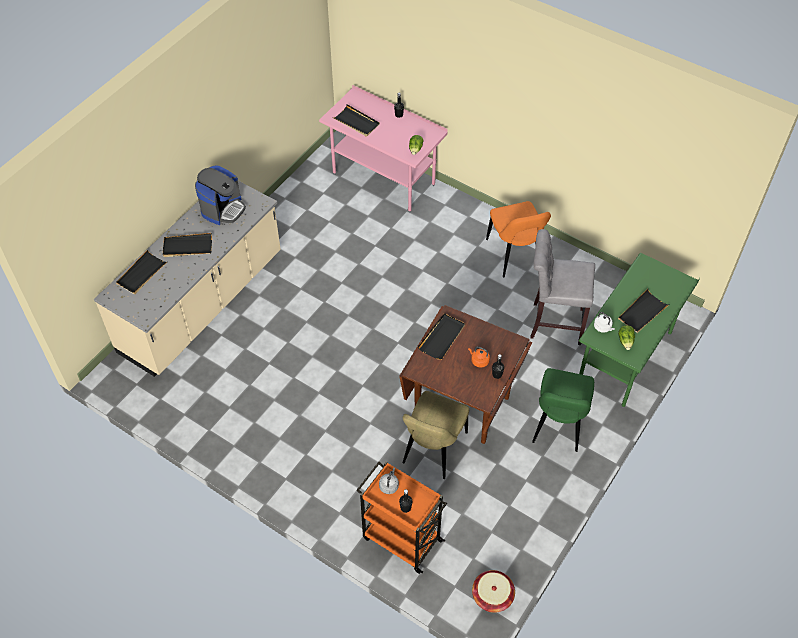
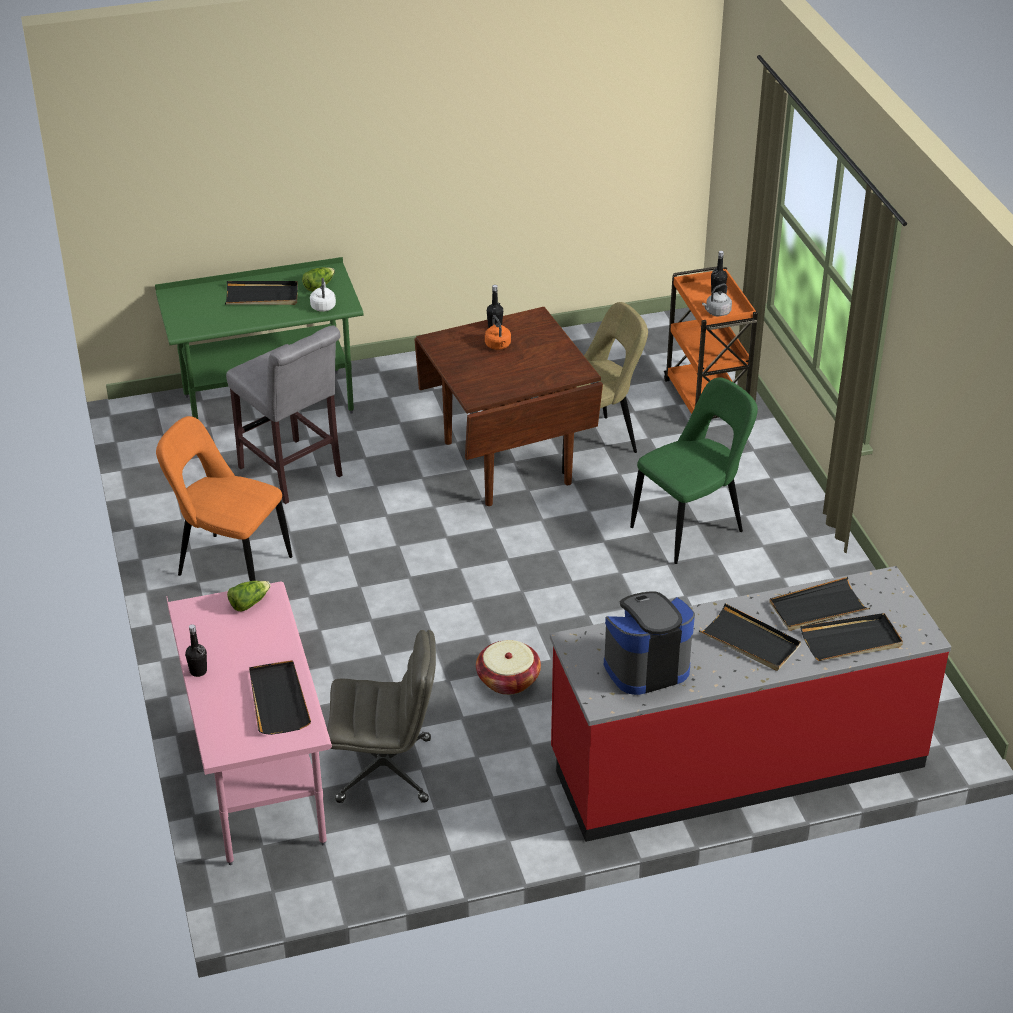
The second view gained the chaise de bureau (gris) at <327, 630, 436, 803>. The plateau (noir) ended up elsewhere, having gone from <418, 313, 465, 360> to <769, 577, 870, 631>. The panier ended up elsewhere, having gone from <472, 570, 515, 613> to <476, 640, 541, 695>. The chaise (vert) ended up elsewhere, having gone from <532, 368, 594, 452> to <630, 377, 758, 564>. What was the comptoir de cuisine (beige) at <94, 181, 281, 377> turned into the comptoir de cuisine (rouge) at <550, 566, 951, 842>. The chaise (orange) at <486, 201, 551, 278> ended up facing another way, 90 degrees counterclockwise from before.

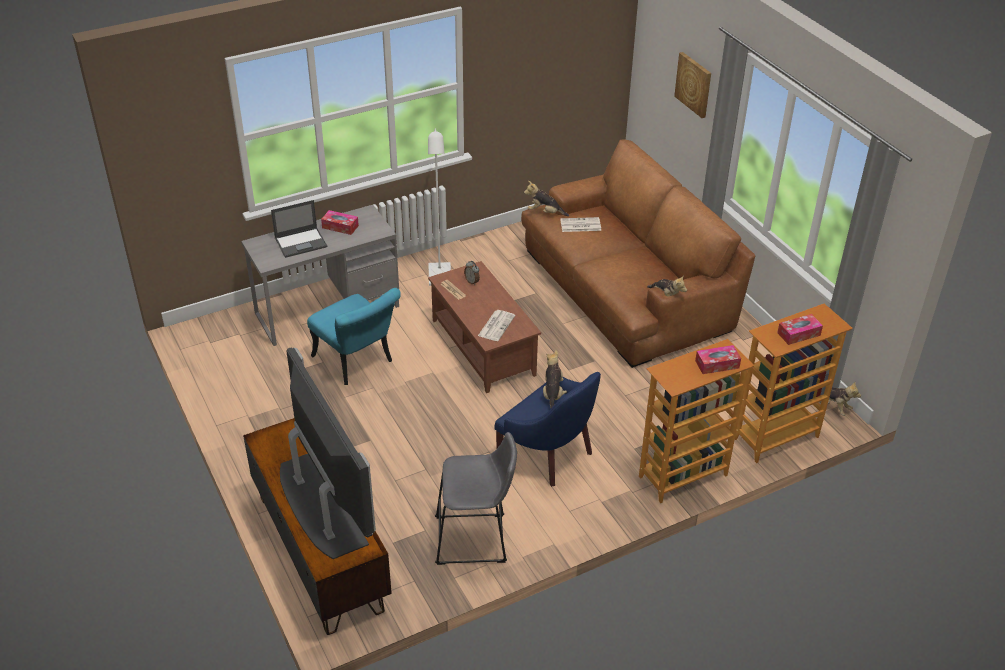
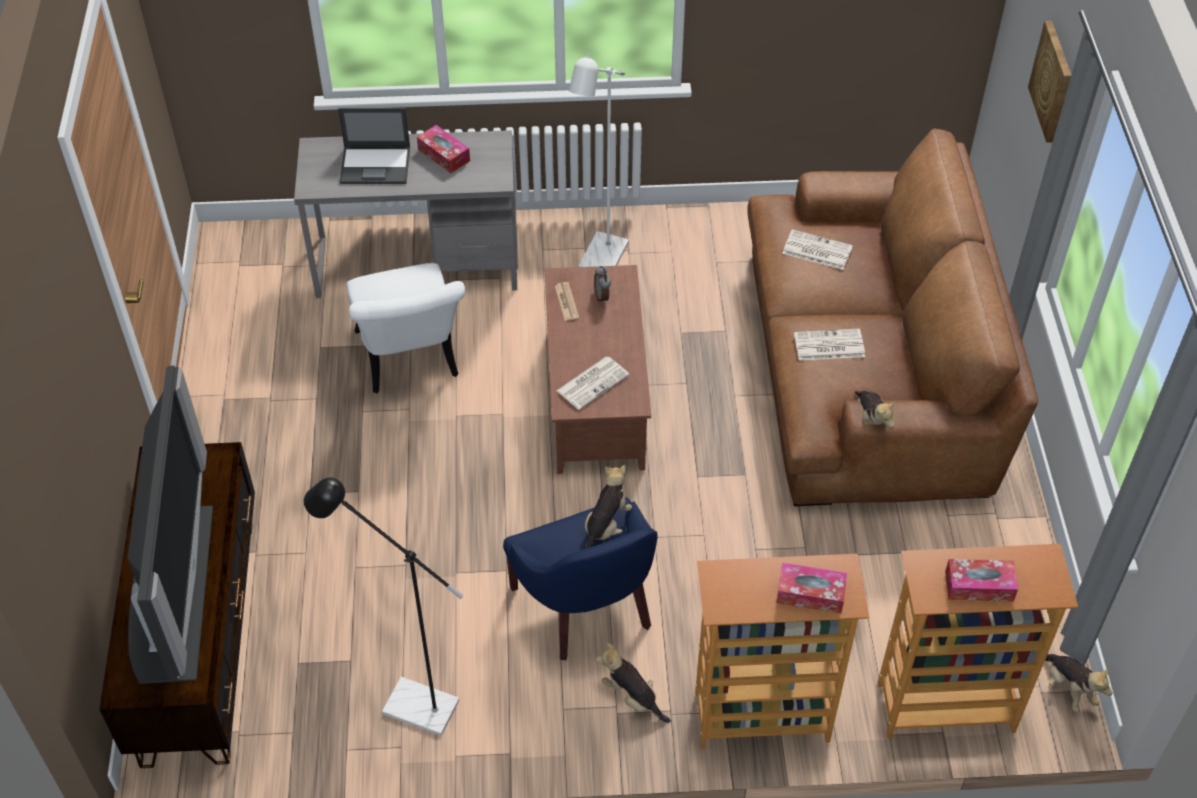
The second view gained the journal at <794, 329, 865, 361>. The peluche ended up elsewhere, having gone from <524, 181, 569, 216> to <596, 643, 671, 723>. Where the tabouret (gris) stood at <435, 432, 517, 565>, the lampadaire (noir) came to stand at <304, 478, 463, 736>. What was the chaise (turquoise) at <307, 288, 401, 385> turned into the chaise (blanc) at <346, 263, 465, 393>.

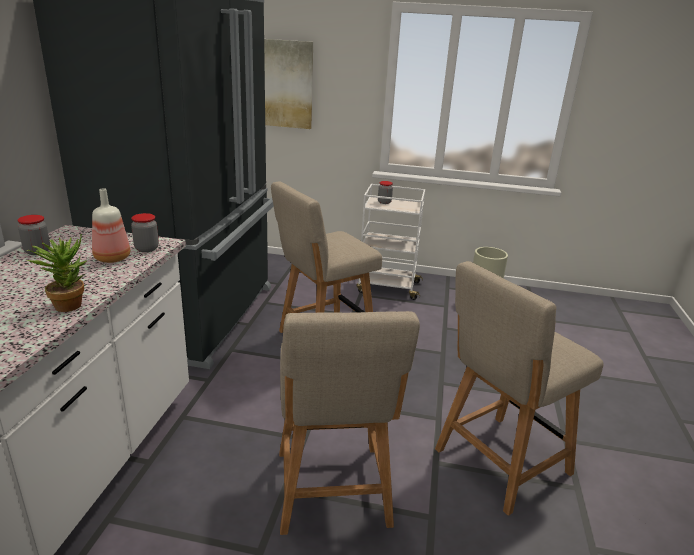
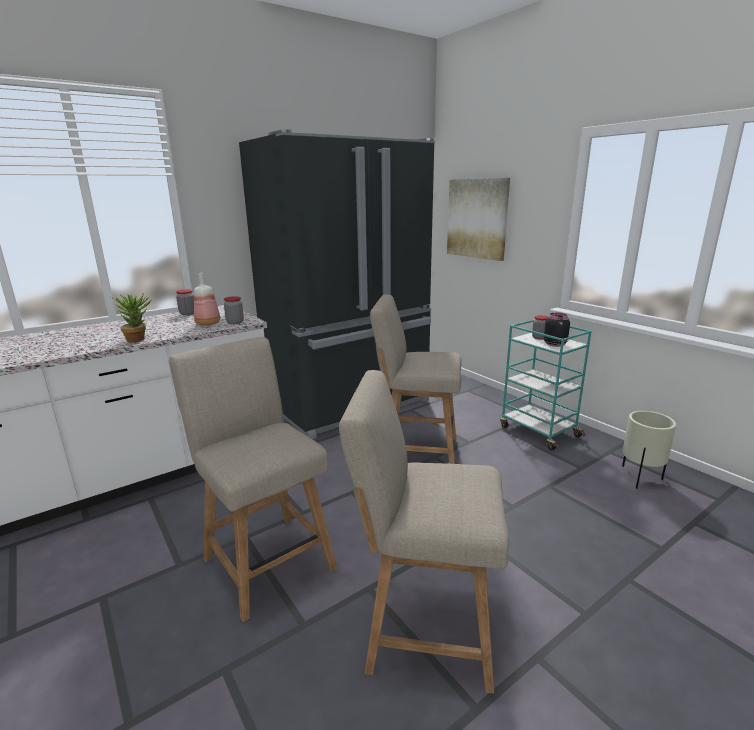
The second view gained the bocal (noir) at <544, 313, 570, 347>. What was the chariot (blanc) at <356, 184, 425, 300> turned into the chariot (turquoise) at <500, 319, 591, 450>. The chaise (beige) at <279, 311, 420, 535> ended up facing another way, 105 degrees clockwise from before.

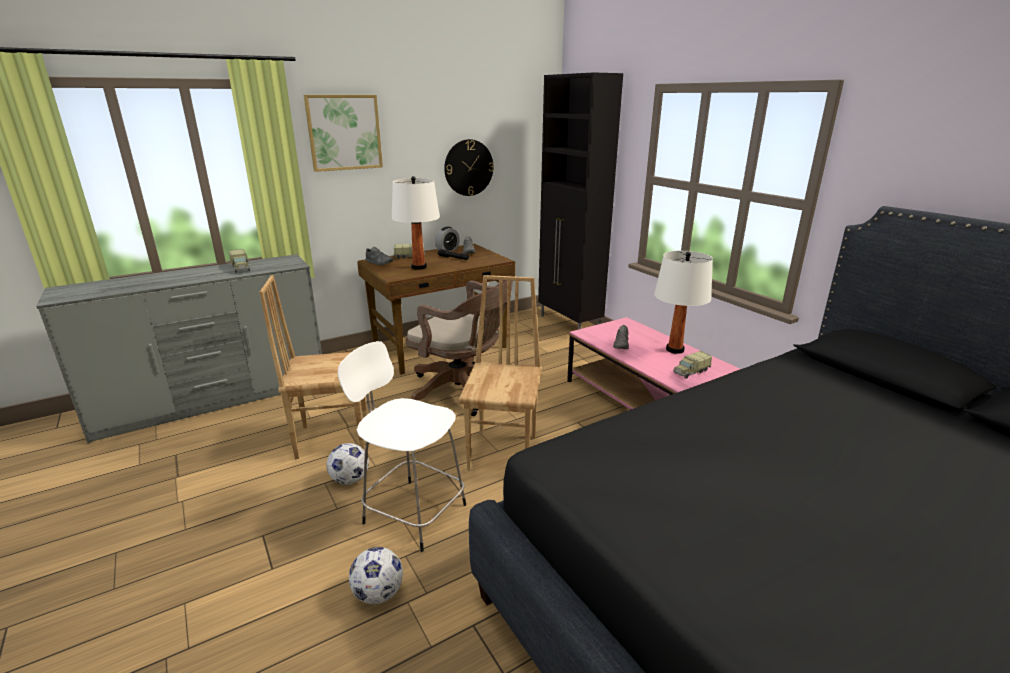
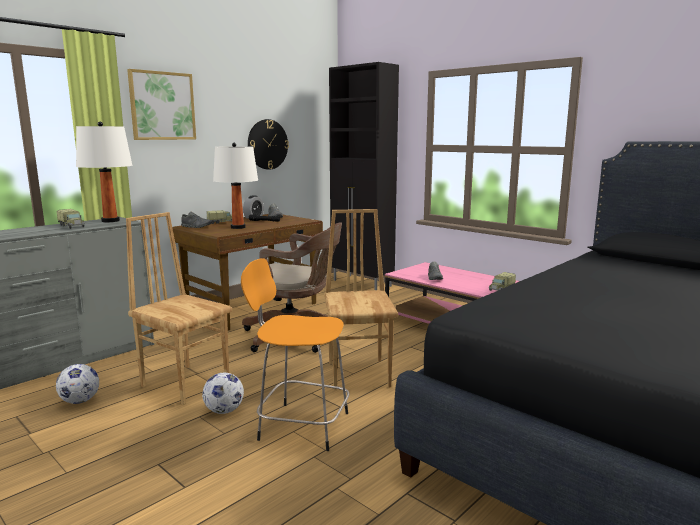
The ballon de foot ended up elsewhere, having gone from <349, 547, 403, 604> to <56, 364, 99, 404>. The lampe de table (blanc) ended up elsewhere, having gone from <654, 251, 713, 354> to <76, 122, 132, 222>. What was the tabouret (blanc) at <338, 341, 466, 552> turned into the tabouret (orange) at <241, 258, 349, 451>. The chaise (marron) at <259, 275, 367, 459> ended up facing another way, 60 degrees clockwise from before.

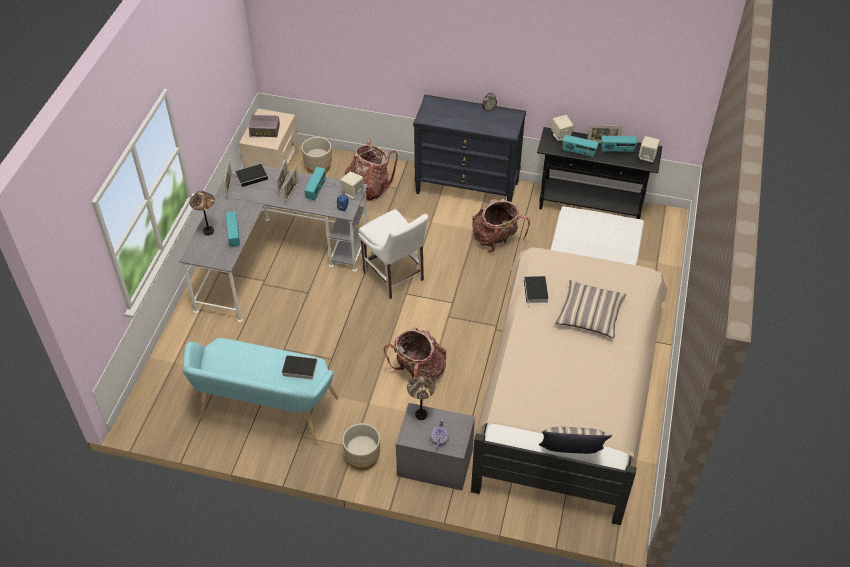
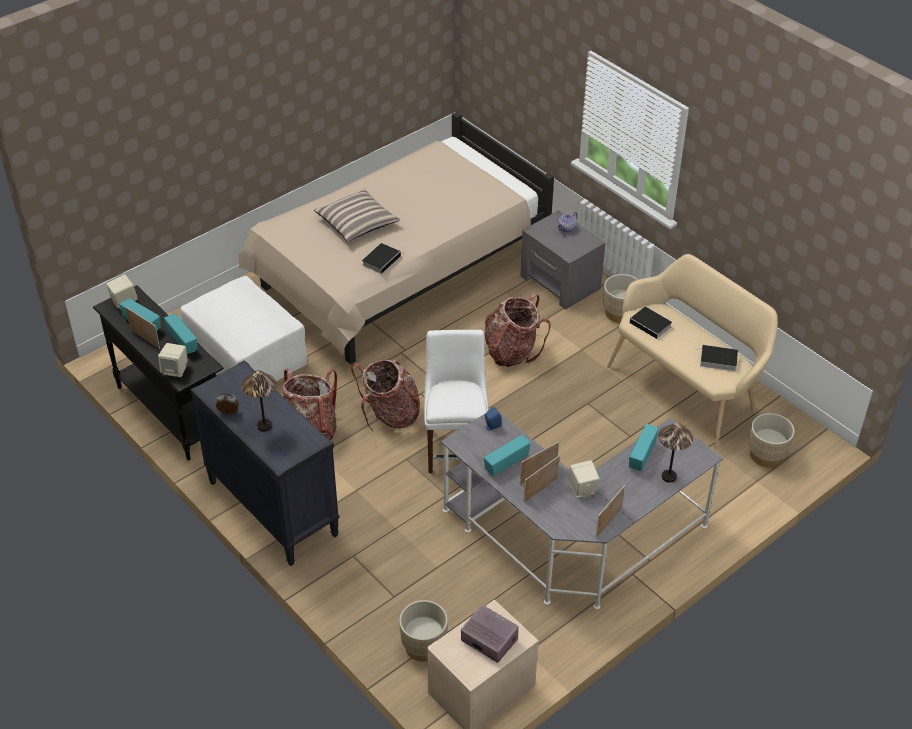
The second view lost the coussin at <539, 427, 612, 454>. The second view gained the cache-pot (beige) at <749, 413, 795, 468>. The livre ended up elsewhere, having gone from <235, 164, 271, 187> to <696, 345, 738, 371>. The enceinte (beige) ended up elsewhere, having gone from <340, 171, 364, 199> to <568, 460, 599, 498>. The sac à dos ended up elsewhere, having gone from <345, 138, 398, 201> to <351, 359, 420, 431>. The lampe de table ended up elsewhere, having gone from <407, 376, 435, 420> to <242, 370, 277, 432>. What was the banc (turquoise) at <183, 338, 339, 445> turned into the banc (beige) at <607, 254, 778, 448>.

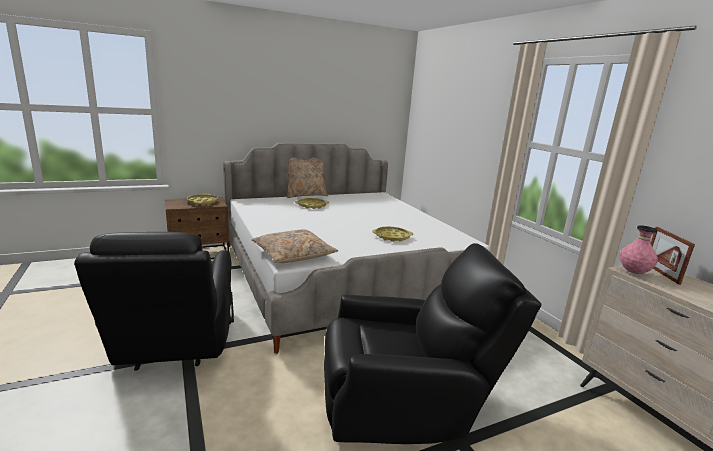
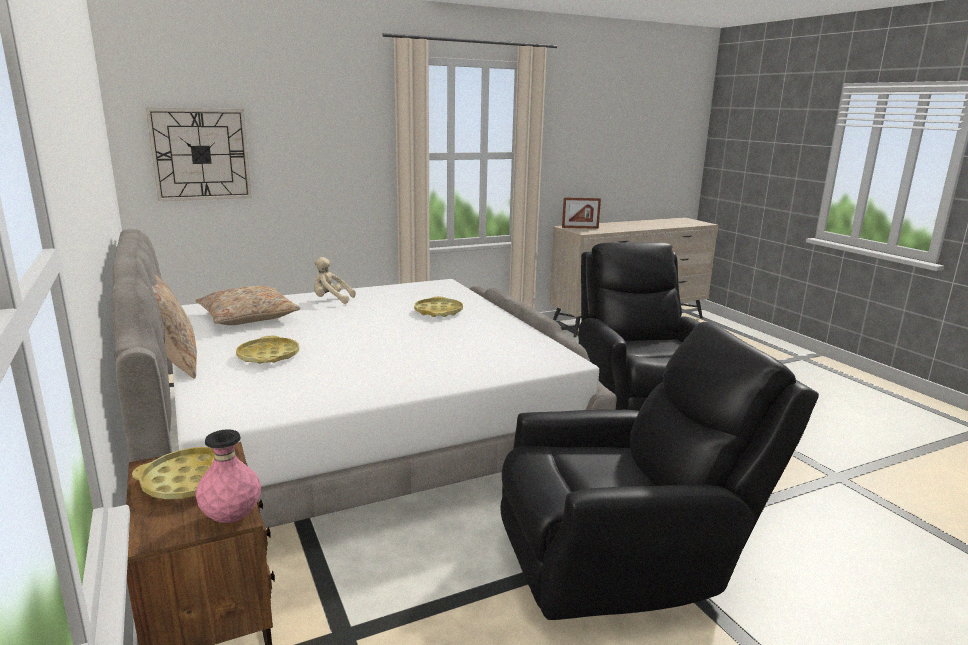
The second view gained the horloge murale at <146, 108, 252, 201>. The second view gained the peluche (beige) at <314, 257, 355, 304>. The coussin (beige) ended up elsewhere, having gone from <251, 229, 338, 263> to <195, 286, 300, 325>. The vase (rose) ended up elsewhere, having gone from <620, 225, 658, 274> to <195, 429, 261, 523>.

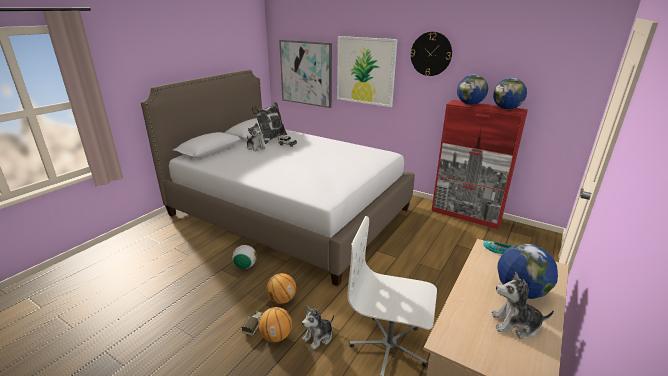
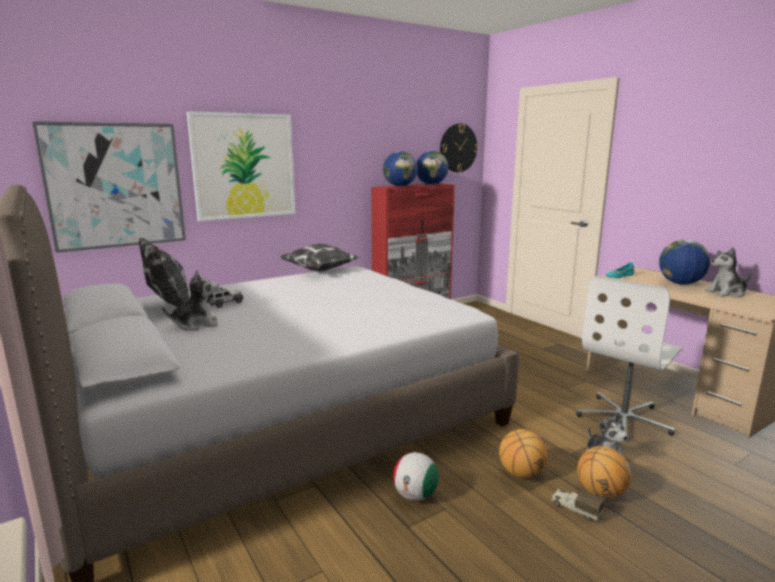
The second view gained the coussin at <281, 243, 359, 271>. The horloge murale ended up elsewhere, having gone from <411, 32, 452, 76> to <440, 124, 478, 172>. The peluche at <492, 272, 554, 339> ended up facing another way, 45 degrees clockwise from before.

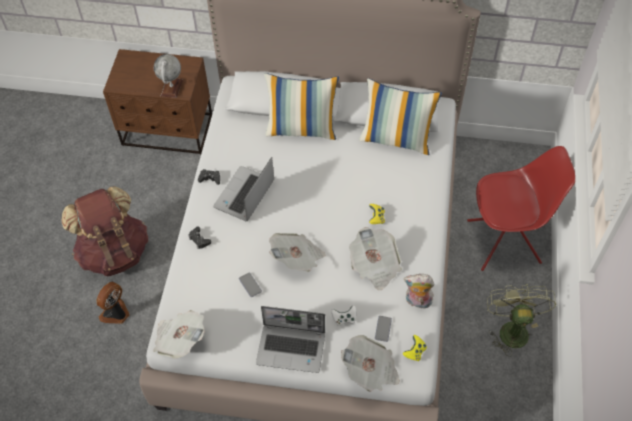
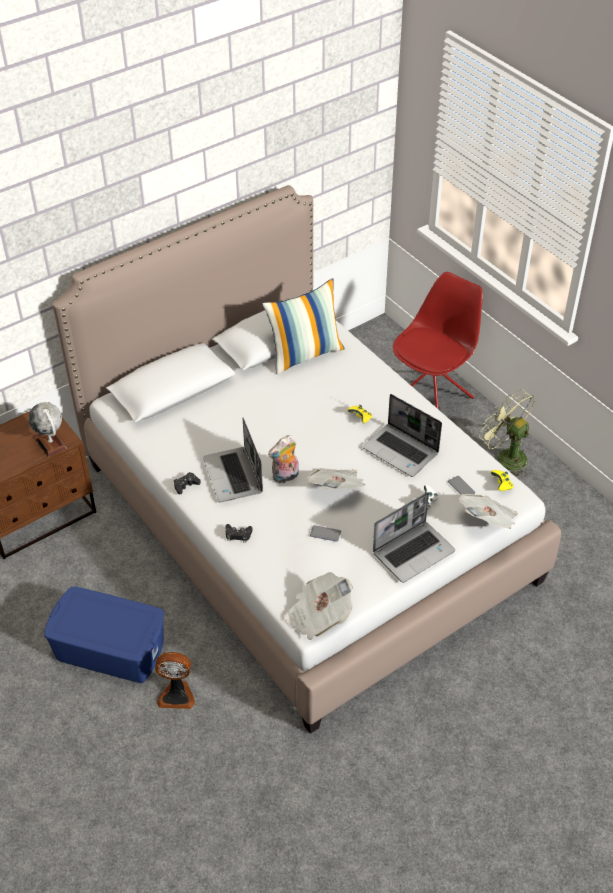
The second view lost the coussin at <264, 73, 339, 140>. The peluche ended up elsewhere, having gone from <404, 274, 435, 309> to <268, 435, 299, 483>. Where the sac à dos (marron) stood at <61, 186, 148, 276>, the boîte de rangement (bleu) came to stand at <44, 586, 164, 683>. Where the journal stood at <349, 227, 402, 290>, the ordinateur portable came to stand at <362, 394, 442, 477>. The ventilateur at <96, 282, 130, 324> ended up facing another way, 75 degrees counterclockwise from before.

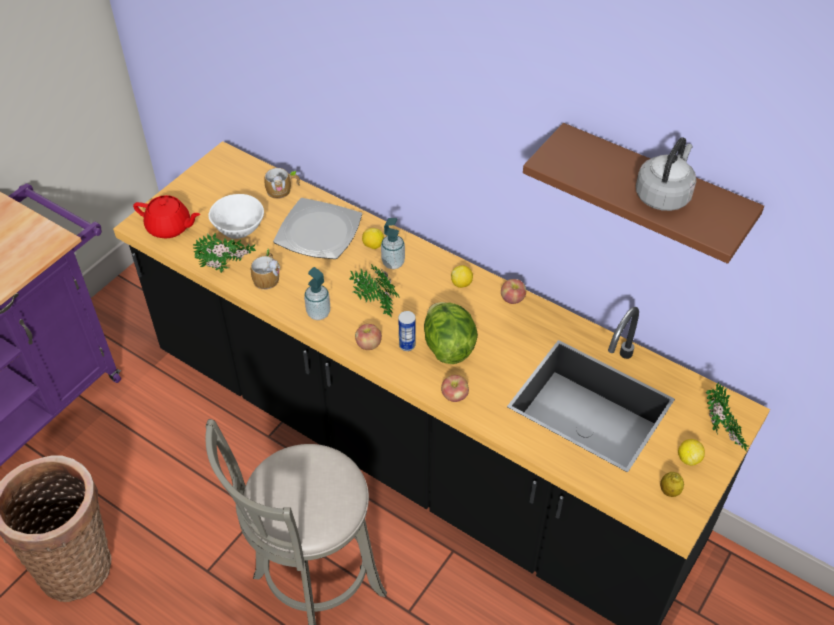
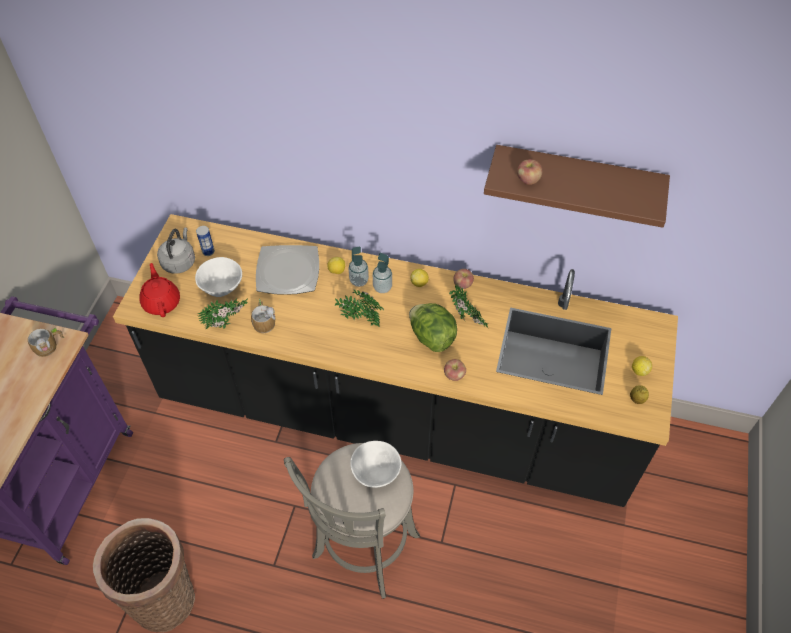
The second view gained the bol (blanc) at <350, 441, 401, 488>. The mug ended up elsewhere, having gone from <264, 168, 300, 199> to <28, 328, 64, 357>. The distributeur de savon ended up elsewhere, having gone from <304, 267, 330, 320> to <373, 253, 392, 293>. The pomme ended up elsewhere, having gone from <355, 324, 382, 350> to <517, 159, 542, 185>. The boîte métallique ended up elsewhere, having gone from <398, 311, 416, 351> to <196, 226, 215, 256>. The bouilloire (gris) ended up elsewhere, having gone from <636, 137, 696, 211> to <157, 228, 195, 274>. The plante en pot ended up elsewhere, having gone from <706, 382, 748, 452> to <449, 284, 488, 328>. The théière (rouge) at <133, 195, 200, 238> ended up facing another way, 105 degrees counterclockwise from before.

